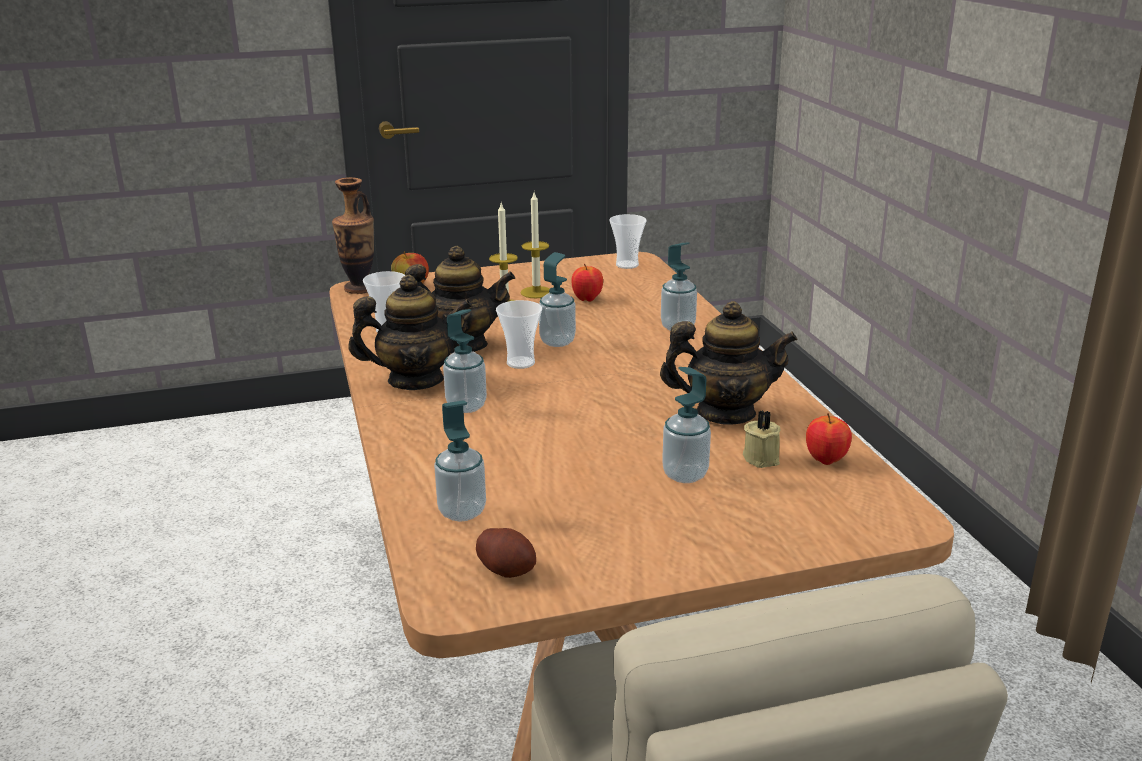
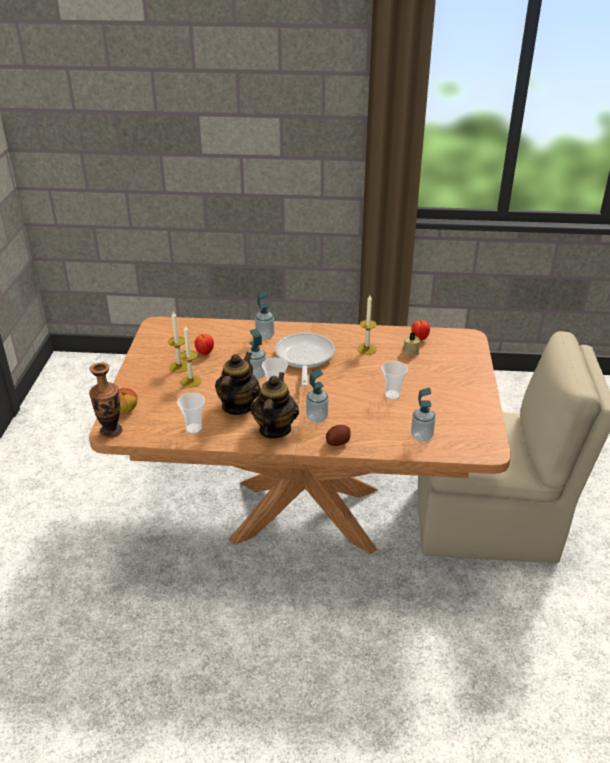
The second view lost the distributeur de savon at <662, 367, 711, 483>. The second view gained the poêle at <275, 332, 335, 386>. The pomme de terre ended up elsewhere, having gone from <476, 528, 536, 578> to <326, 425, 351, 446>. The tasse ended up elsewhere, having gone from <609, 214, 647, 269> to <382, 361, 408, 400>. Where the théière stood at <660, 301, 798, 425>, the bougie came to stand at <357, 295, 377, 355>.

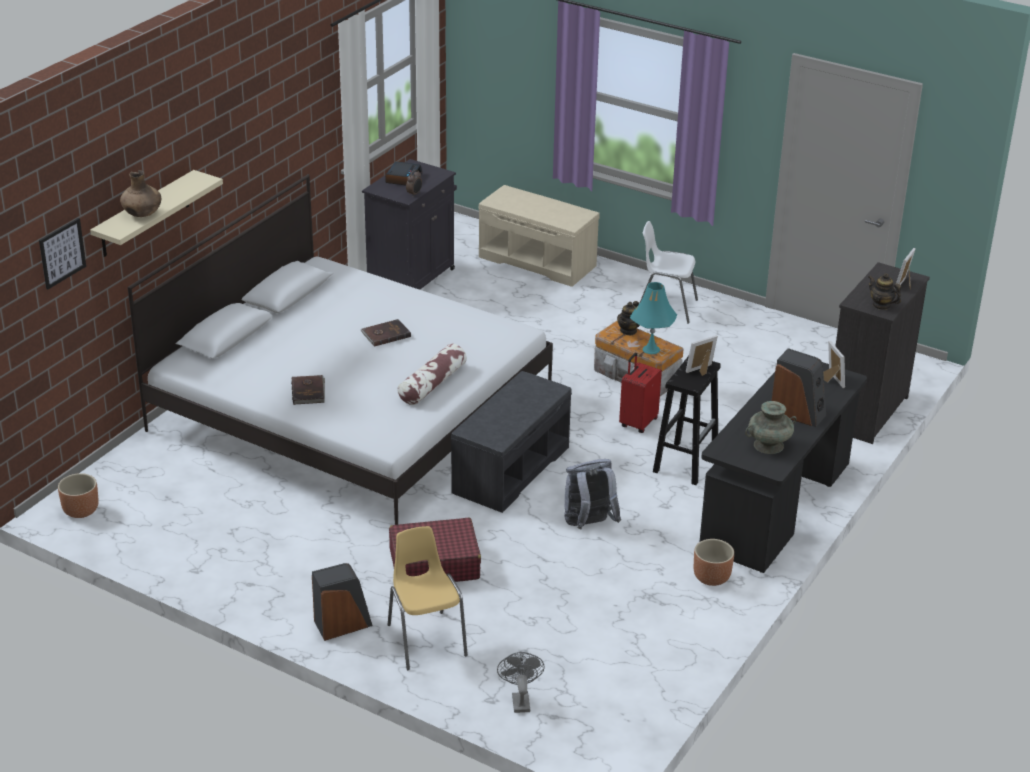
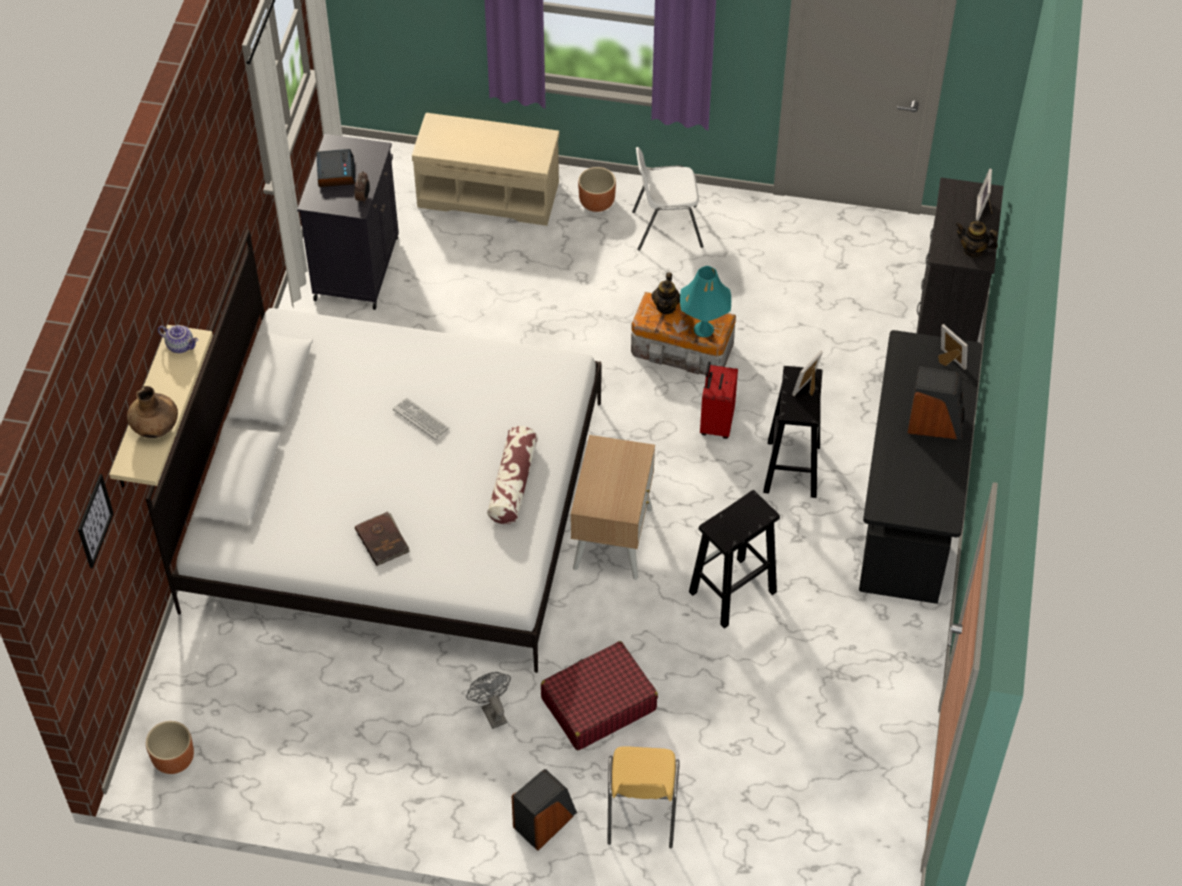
The second view lost the vase (turquoise) at <745, 401, 797, 454>. The second view gained the théière at <158, 325, 198, 353>. The ventilateur (gris) ended up elsewhere, having gone from <497, 652, 545, 713> to <466, 672, 511, 729>. The cache-pot (marron) ended up elsewhere, having gone from <694, 539, 734, 586> to <578, 167, 616, 212>. Where the livre (marron) stood at <361, 319, 411, 347>, the clavier came to stand at <393, 398, 450, 440>. Where the banc (gris) stood at <451, 371, 572, 513>, the table de chevet (beige) came to stand at <571, 435, 655, 580>. Where the sac à dos (gris) stood at <564, 459, 621, 529>, the tabouret (noir) came to stand at <689, 490, 780, 629>. The chaise (jaune) at <388, 526, 468, 670> ended up facing another way, 135 degrees counterclockwise from before.

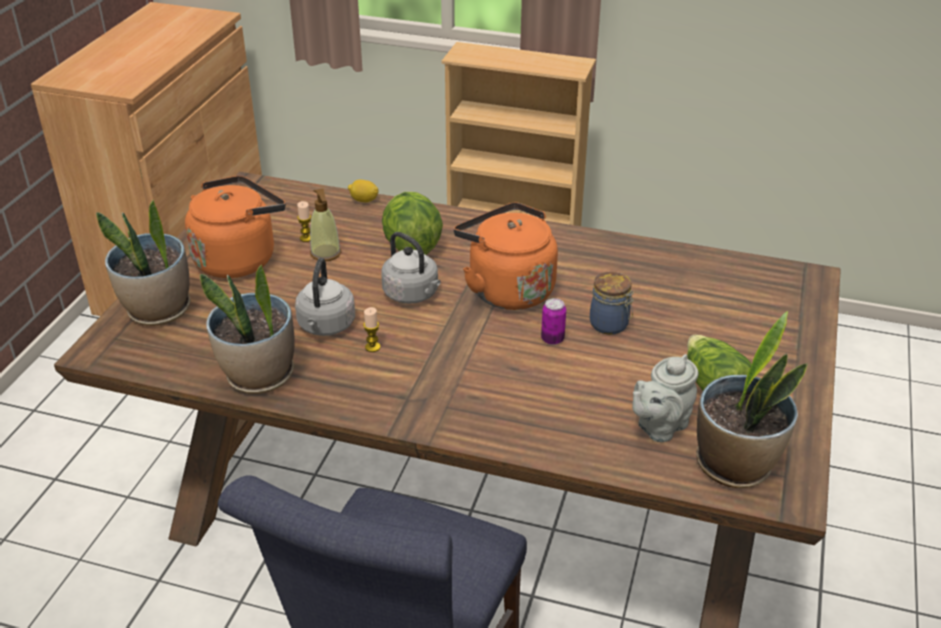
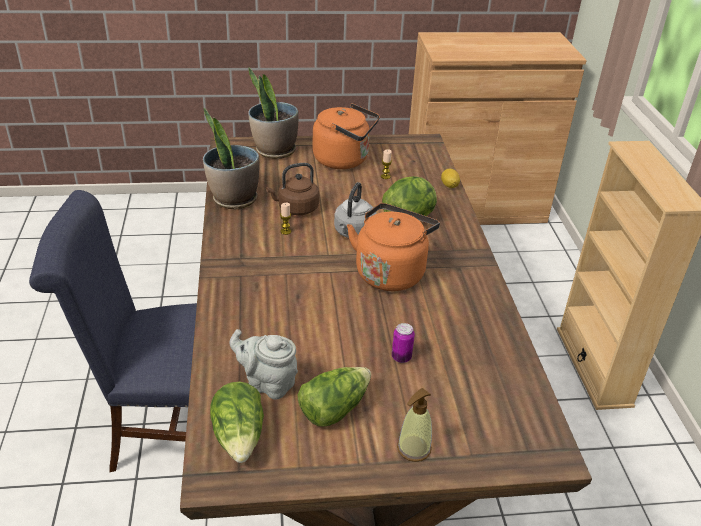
The second view lost the bocal at <590, 272, 634, 335>. The distributeur de savon ended up elsewhere, having gone from <310, 189, 341, 261> to <397, 388, 432, 462>. The boîte métallique ended up elsewhere, having gone from <541, 298, 566, 345> to <392, 323, 415, 363>. Where the plante en pot stood at <696, 311, 808, 488>, the laitue came to stand at <210, 381, 264, 463>. What was the bouilloire (gris) at <295, 258, 355, 336> turned into the bouilloire (marron) at <266, 163, 319, 215>.

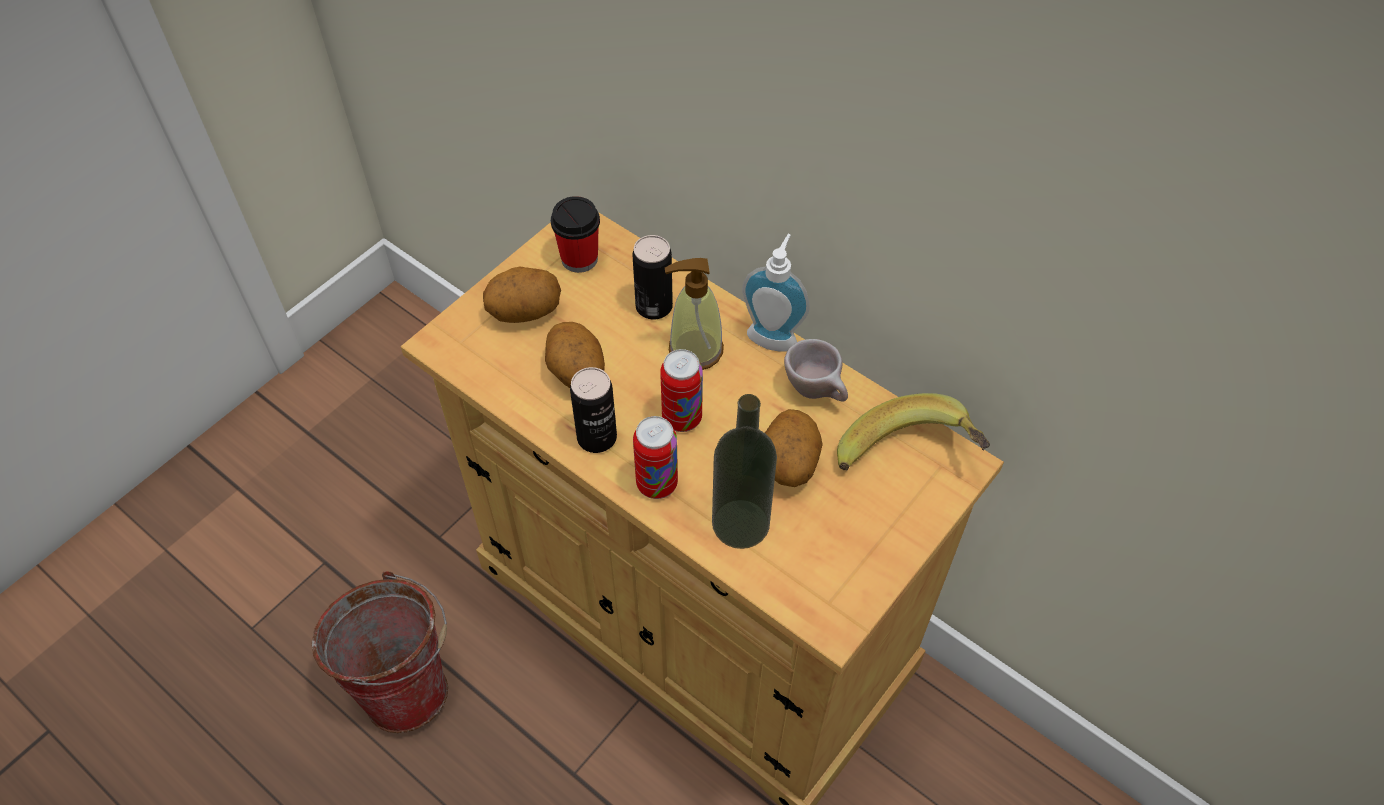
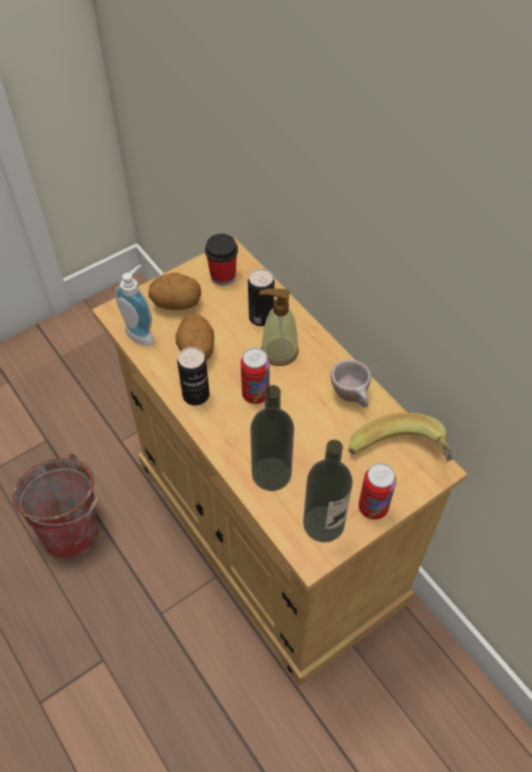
The second view lost the pomme de terre at <765, 409, 823, 487>. The second view gained the bouteille at <303, 440, 353, 542>. The boîte métallique ended up elsewhere, having gone from <633, 416, 678, 499> to <359, 463, 396, 520>. The distributeur de savon ended up elsewhere, having gone from <742, 234, 810, 352> to <115, 265, 154, 346>.

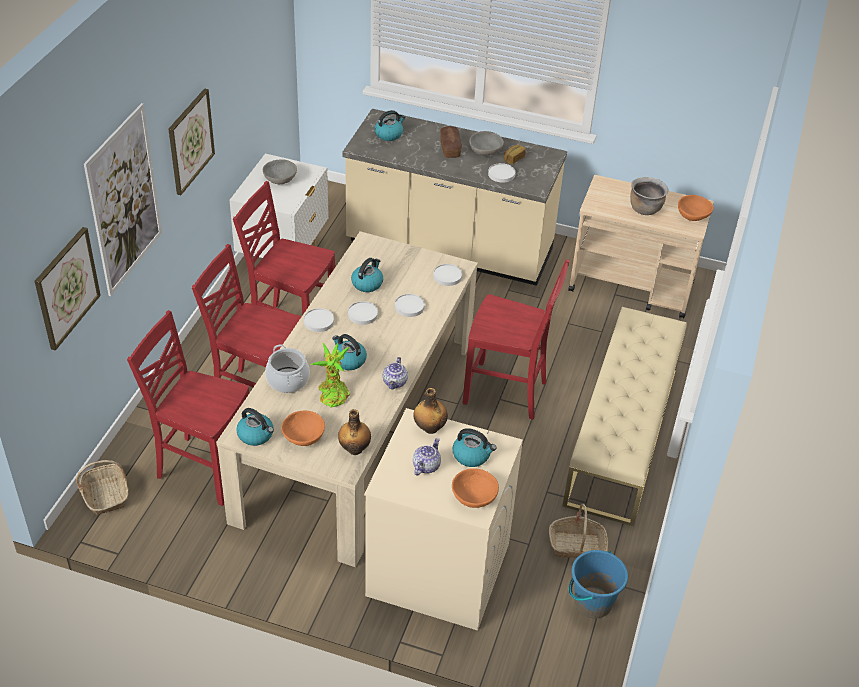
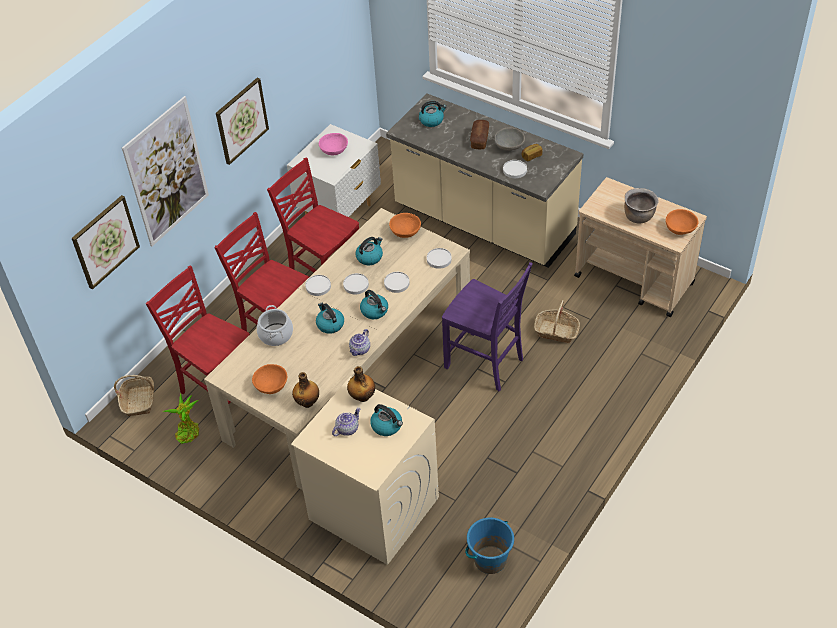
The second view lost the banc (beige) at <562, 307, 687, 526>. The bouilloire ended up elsewhere, having gone from <236, 408, 274, 446> to <360, 290, 388, 319>. The plante en pot ended up elsewhere, having gone from <310, 343, 350, 408> to <163, 394, 199, 444>. The bol (orange) ended up elsewhere, having gone from <452, 468, 499, 508> to <389, 213, 421, 238>. The panier ended up elsewhere, having gone from <549, 504, 608, 558> to <534, 300, 580, 343>. What was the bol (gris) at <263, 159, 297, 184> turned into the bol (rose) at <319, 133, 348, 155>. What was the chaise (rouge) at <463, 259, 569, 420> turned into the chaise (violet) at <442, 262, 533, 391>.

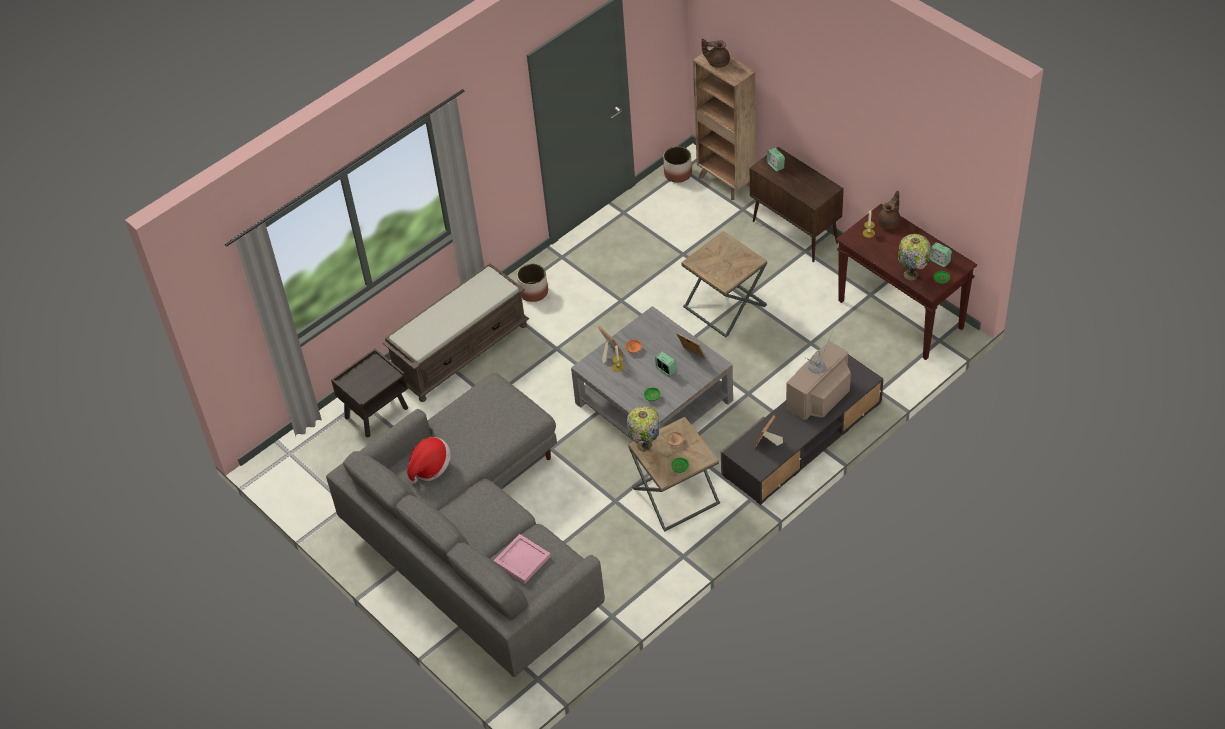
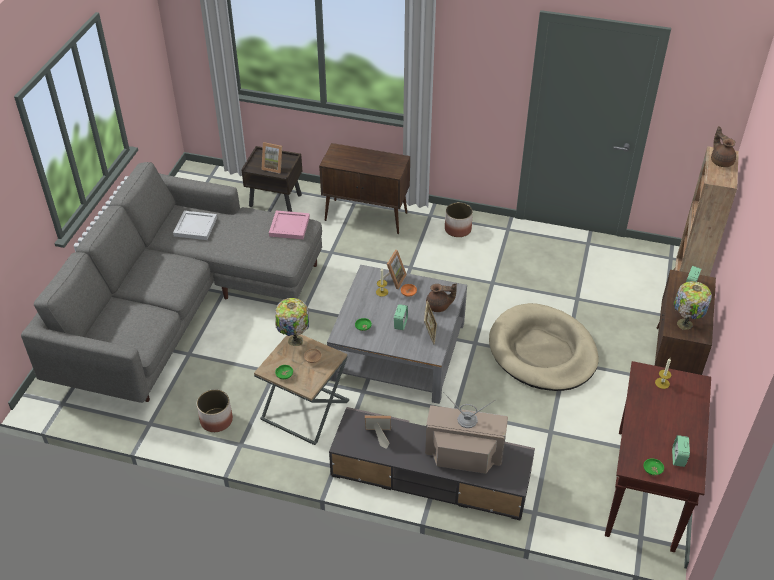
The second view gained the cadre photo at <261, 142, 282, 174>. The plateau (rose) ended up elsewhere, having gone from <494, 534, 551, 584> to <269, 210, 310, 239>. The cache-pot ended up elsewhere, having gone from <663, 146, 692, 183> to <197, 389, 233, 432>. The théière (marron) ended up elsewhere, having gone from <878, 190, 901, 229> to <426, 283, 457, 312>. The lampe de table ended up elsewhere, having gone from <898, 234, 930, 280> to <674, 281, 712, 330>. Where the banc (marron) stood at <383, 263, 529, 402>, the meuble de rangement (marron) came to stand at <319, 143, 410, 234>. Where the chapeau stood at <407, 437, 450, 484>, the plateau (blanc) came to stand at <173, 211, 217, 240>. Where the table d'appoint (marron) stood at <681, 231, 767, 337>, the panier pour chien (beige) came to stand at <489, 303, 599, 391>.

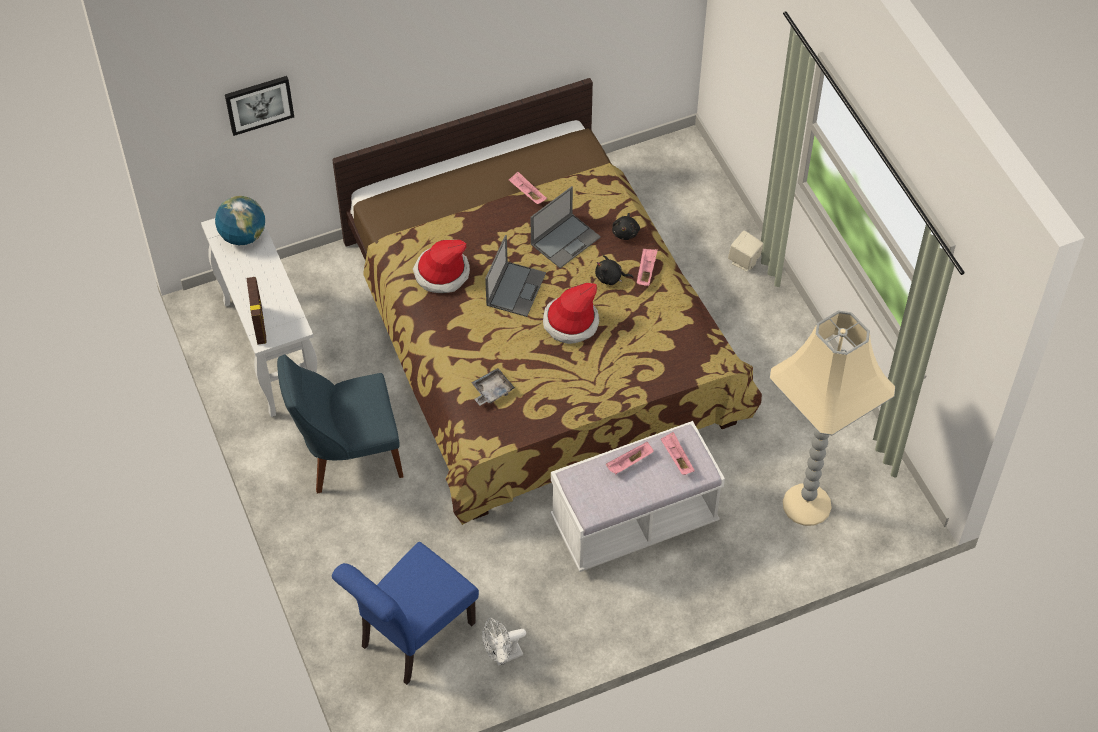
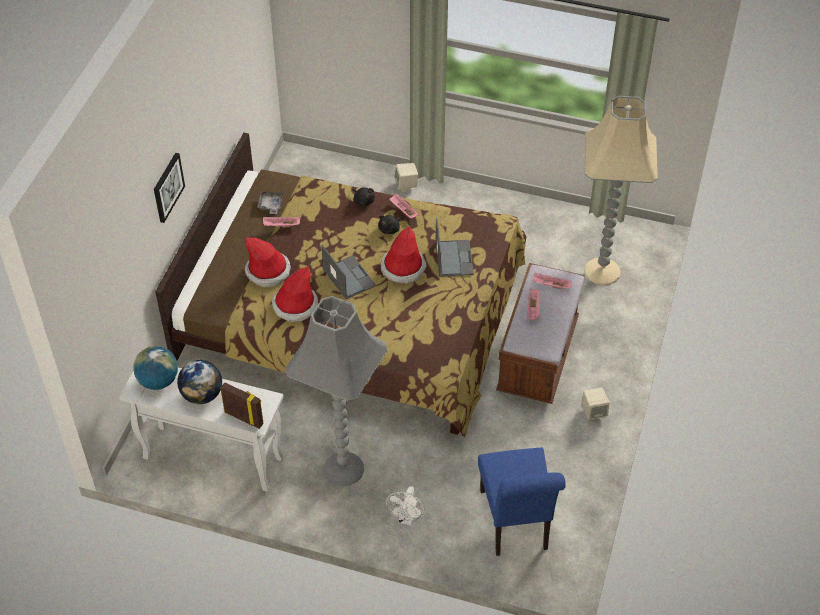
The second view gained the globe at <177, 360, 222, 404>. The second view gained the chapeau at <245, 237, 291, 287>. The second view gained the enceinte (beige) at <582, 387, 610, 420>. The tableau ended up elsewhere, having gone from <225, 76, 294, 136> to <154, 153, 185, 223>. The plateau (gris) ended up elsewhere, having gone from <471, 368, 515, 406> to <257, 191, 283, 214>. The ventilateur (blanc) ended up elsewhere, having gone from <482, 618, 526, 666> to <386, 486, 424, 526>. The ordinateur portable ended up elsewhere, having gone from <531, 186, 601, 268> to <436, 218, 474, 277>. Where the chaise (bleu) stood at <277, 354, 404, 493>, the lampadaire (gris) came to stand at <285, 296, 388, 486>. What was the banc (blanc) at <551, 421, 725, 572> turned into the banc (marron) at <496, 263, 585, 404>.

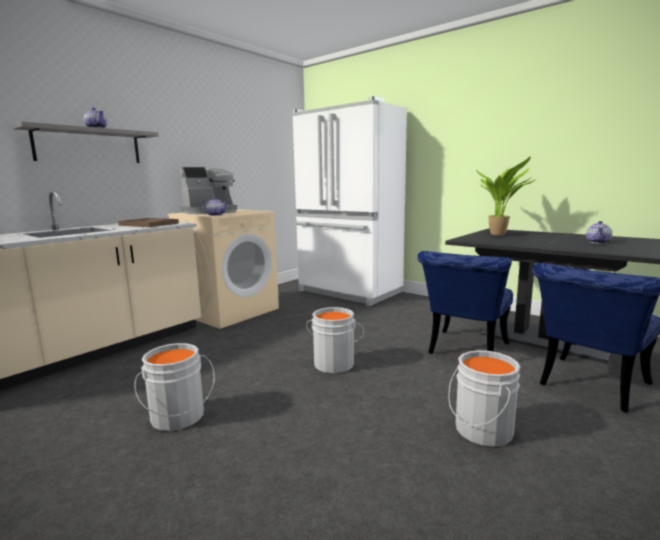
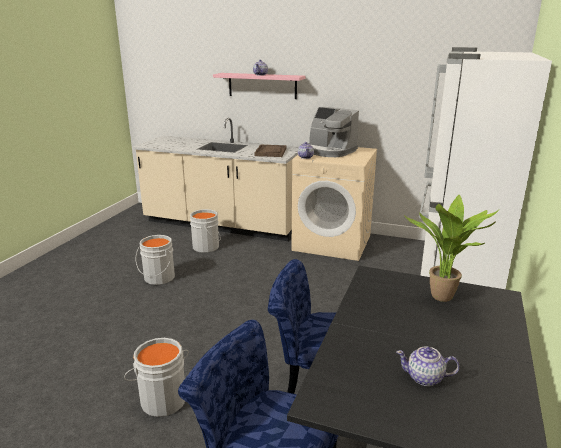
The seau (gris) ended up elsewhere, having gone from <306, 307, 364, 373> to <190, 209, 220, 253>. What was the étagère (gris) at <12, 122, 159, 163> turned into the étagère (rose) at <213, 73, 305, 99>.

